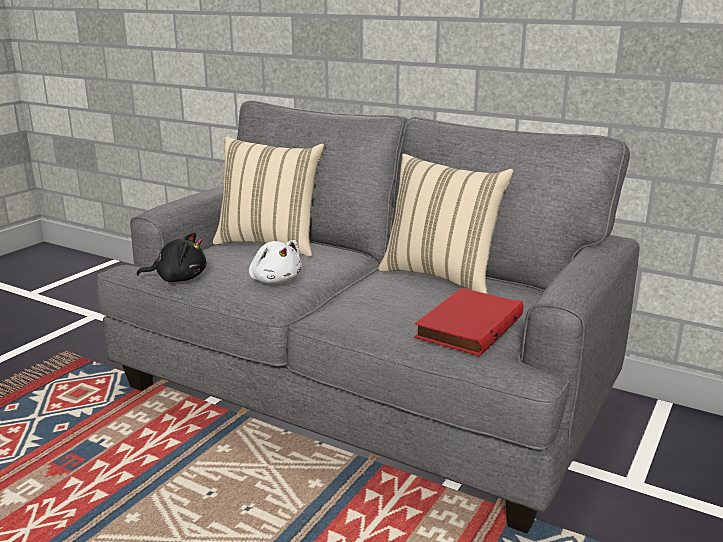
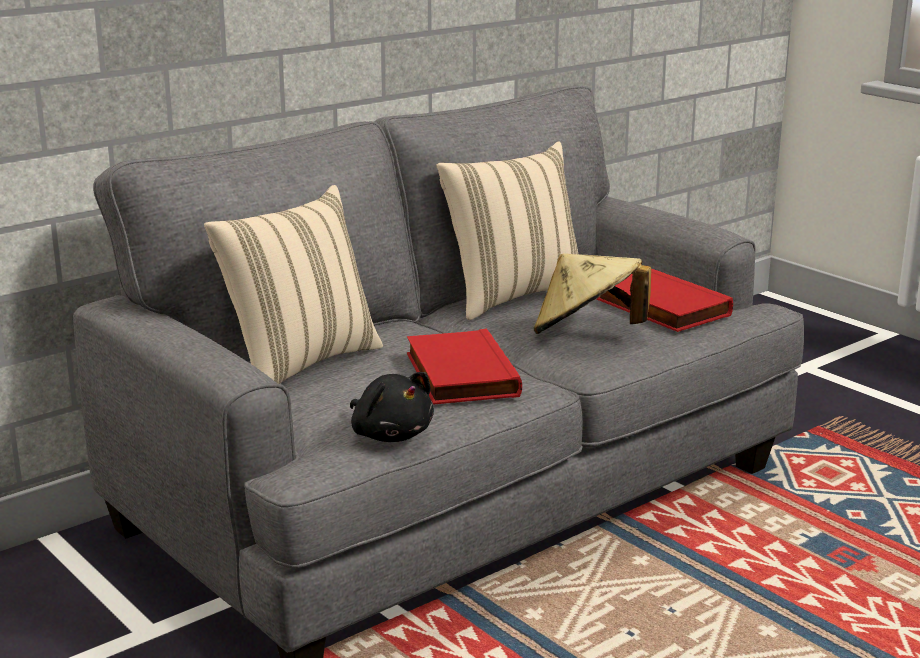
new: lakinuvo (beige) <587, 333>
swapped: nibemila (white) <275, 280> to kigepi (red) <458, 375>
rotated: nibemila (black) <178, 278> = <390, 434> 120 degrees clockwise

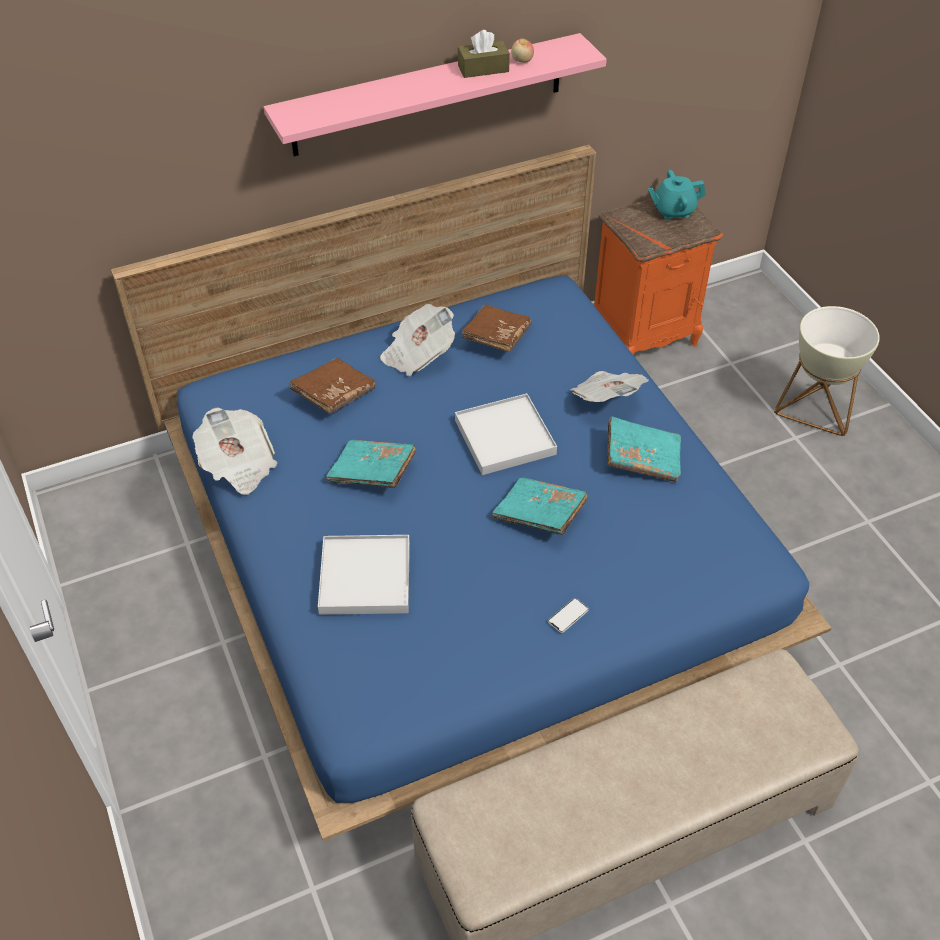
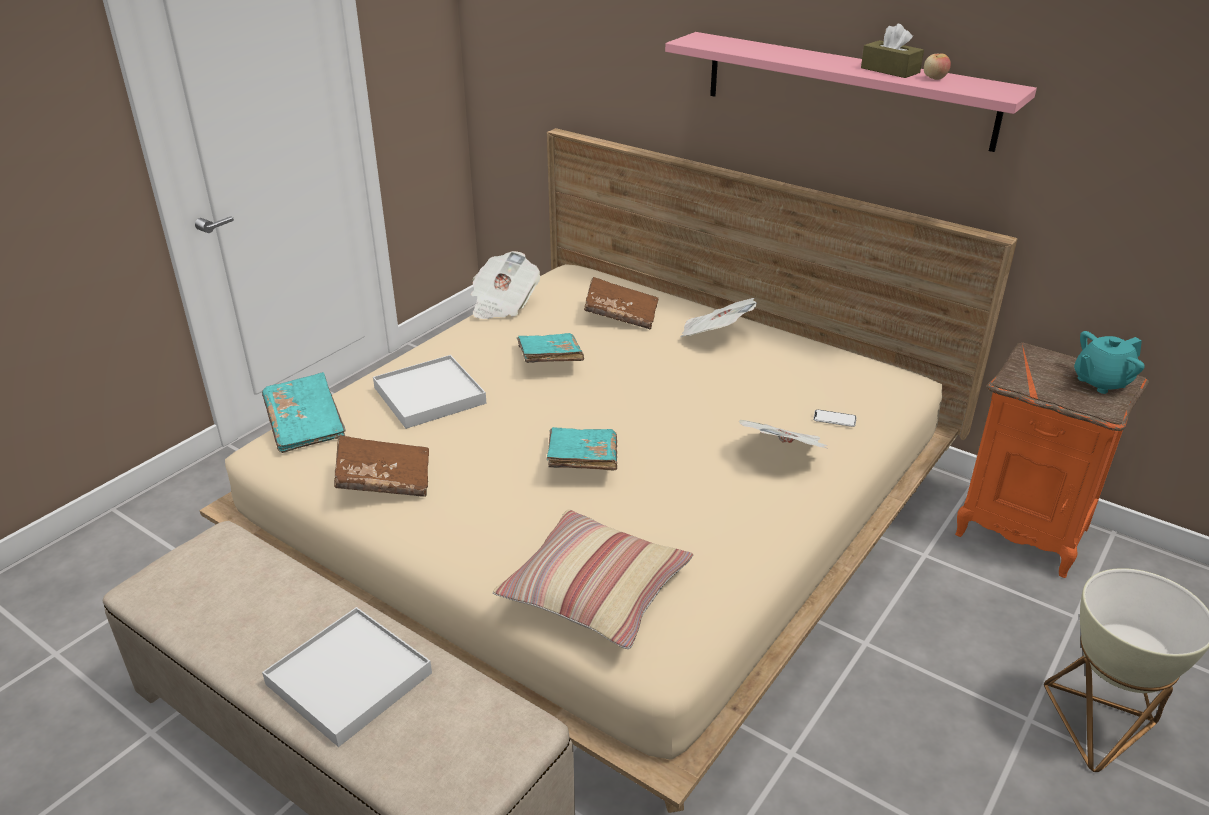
new: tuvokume <595, 590>
shifted: kigepi (brown) <496, 337> to <384, 480>; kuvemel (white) <504, 437> to <348, 679>; kigepi (turquoise) <642, 459> to <306, 425>; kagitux <568, 616> to <834, 419>
repainted: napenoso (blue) <470, 552> to napenoso (beige) <604, 519>
rotated: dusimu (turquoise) <673, 211> = <1100, 382> 75 degrees counterclockwise

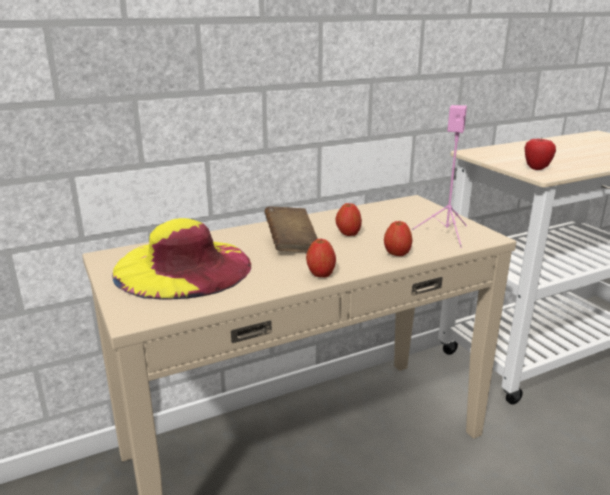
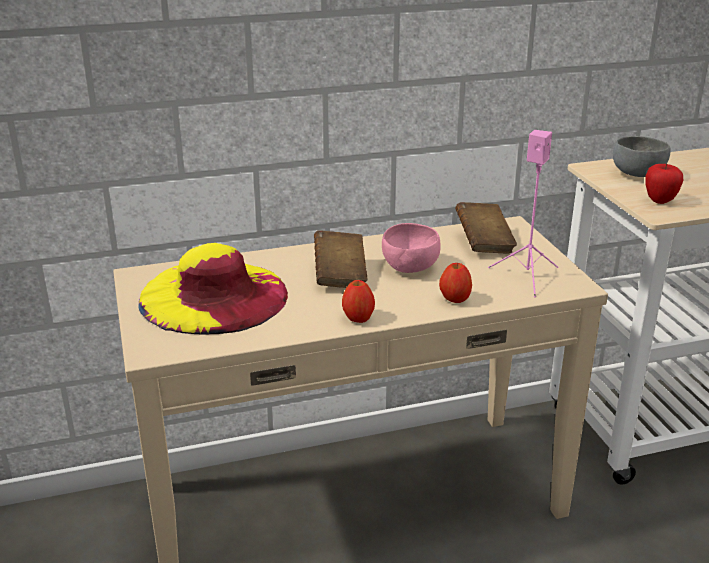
new: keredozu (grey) <637, 174>; kigepi (brown) <484, 243>
swapped: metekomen <348, 234> to keredozu (pink) <410, 267>

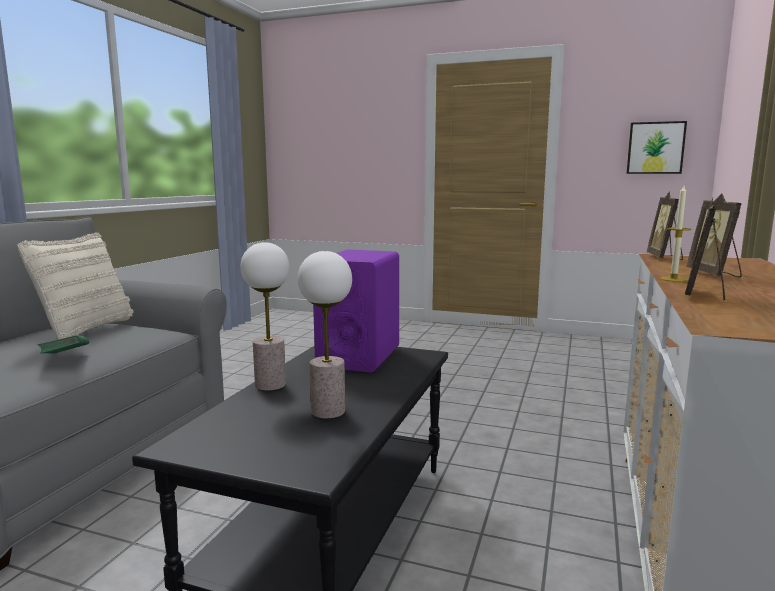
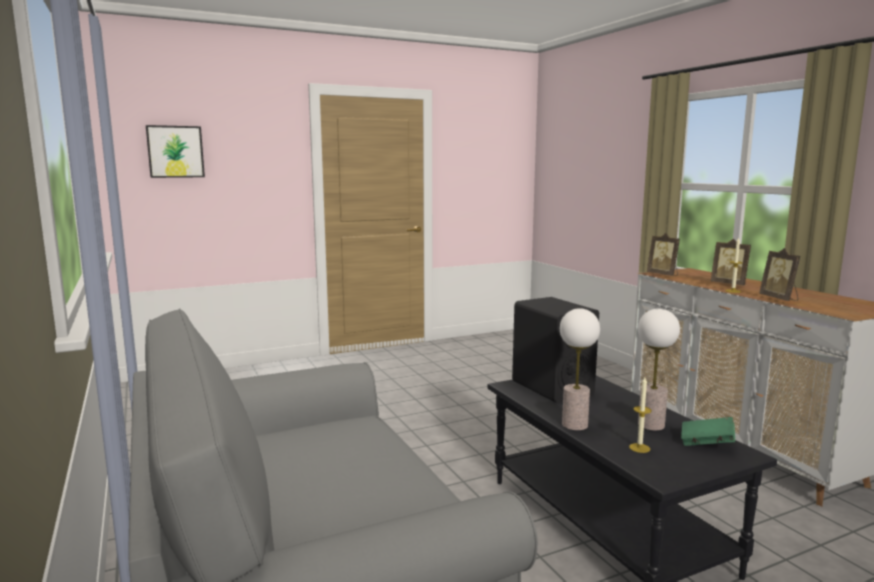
gone: tuvokume (beige) <86, 330>
new: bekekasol <639, 448>
shifted: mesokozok <655, 148> to <175, 151>; kigepi (green) <66, 357> to <706, 443>
repainted: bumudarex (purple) <359, 356> to bumudarex (black) <551, 387>

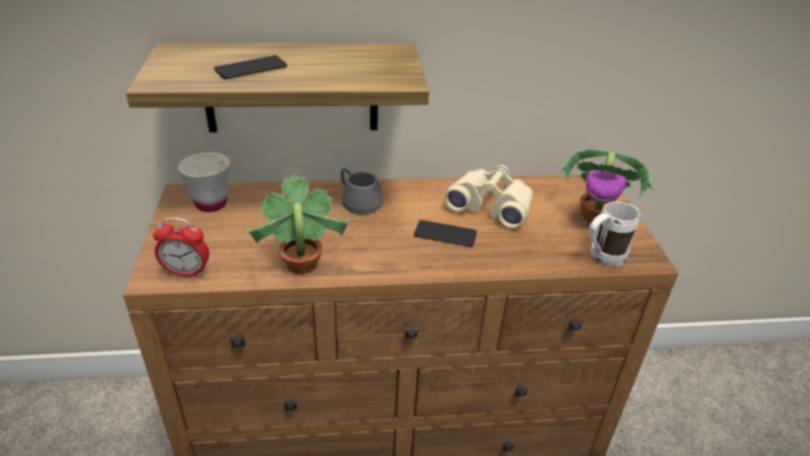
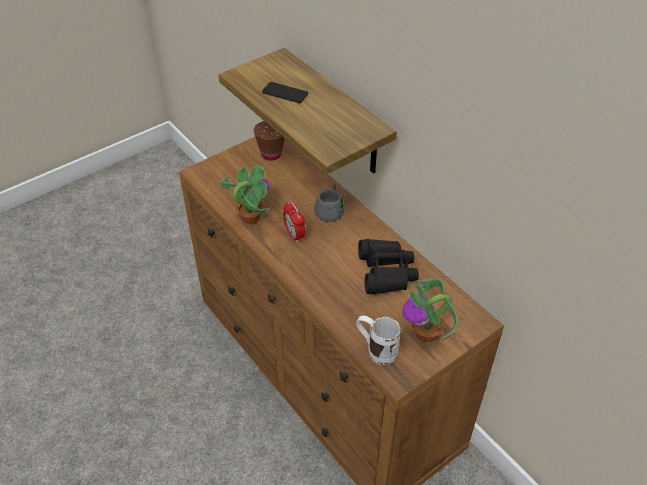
gone: kagitux <445, 234>
shifted: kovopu <187, 272> to <294, 235>
repainted: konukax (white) <211, 203> to konukax (brown) <271, 154>; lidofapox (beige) <491, 206> to lidofapox (black) <386, 272>

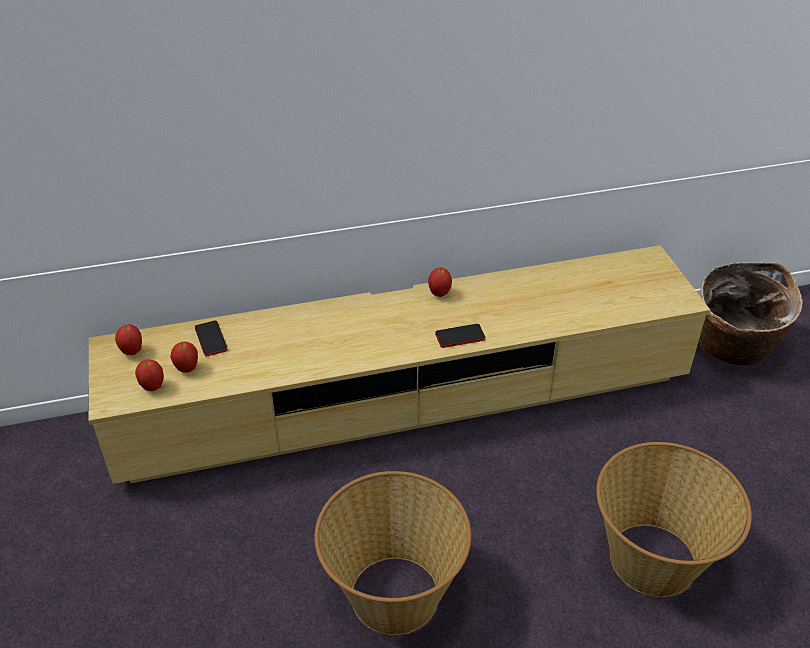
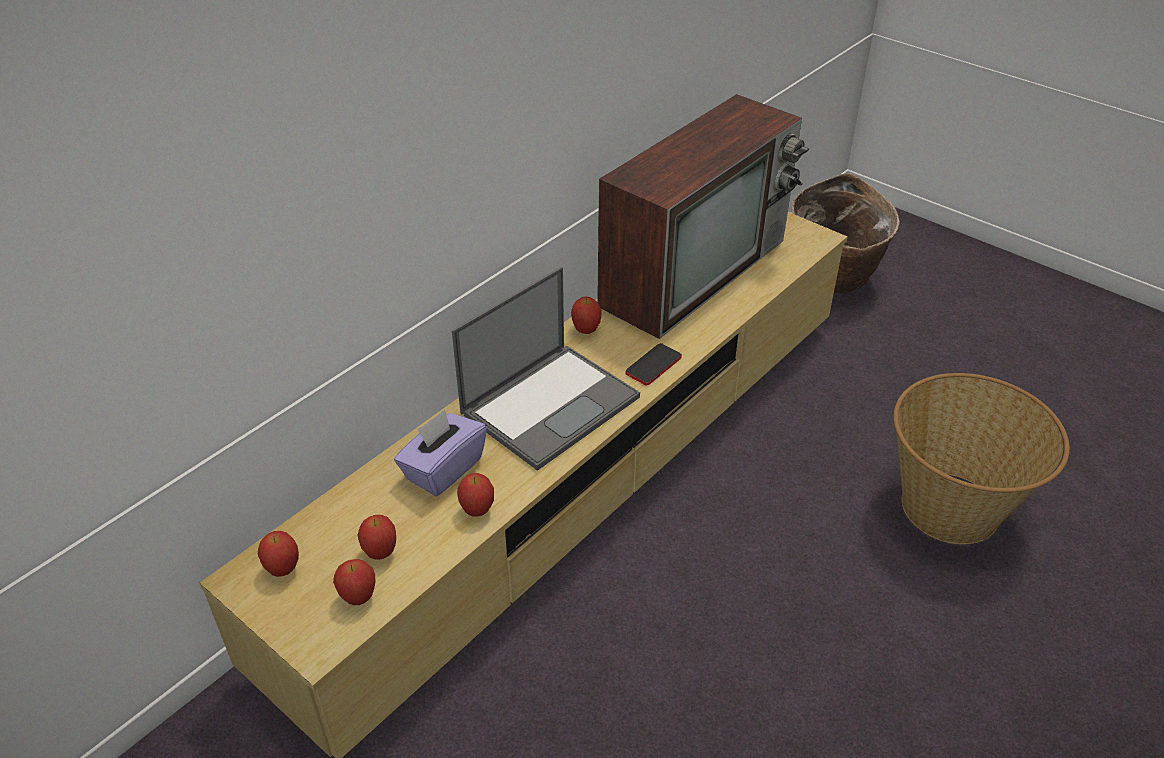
gone: kagitux <211, 339>; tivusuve <393, 593>
new: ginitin <695, 270>; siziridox <551, 403>; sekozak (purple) <443, 469>; metekomen <477, 510>

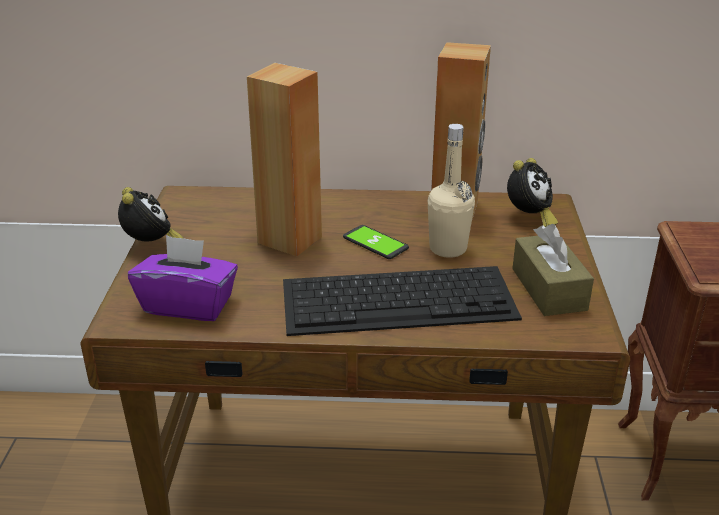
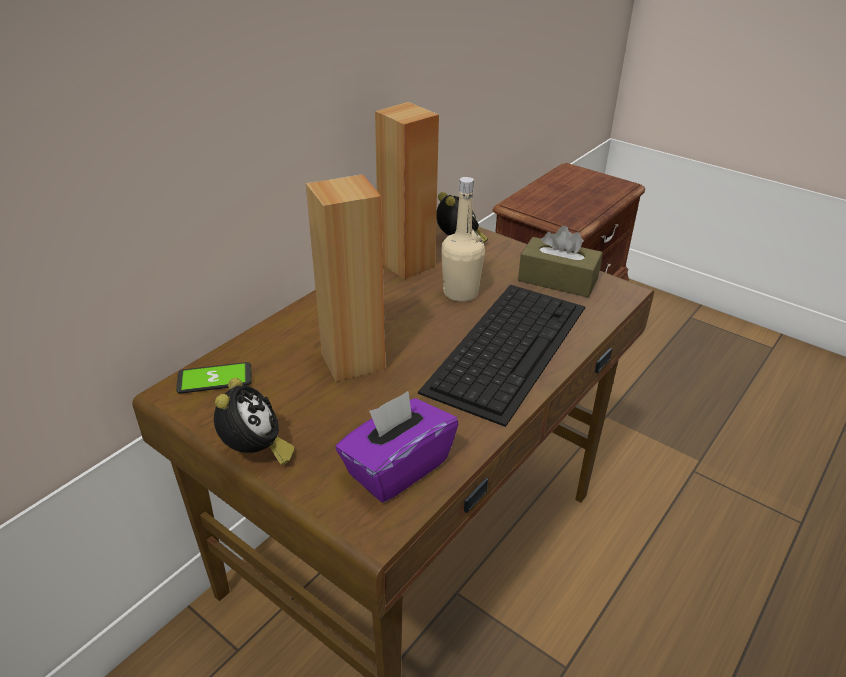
shifted: kagitux <375, 243> to <214, 379>
rotated: kovopu <152, 246> = <255, 452> 75 degrees clockwise

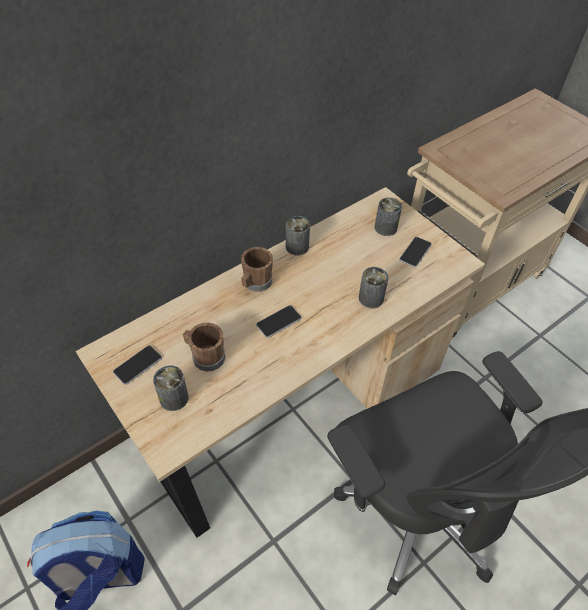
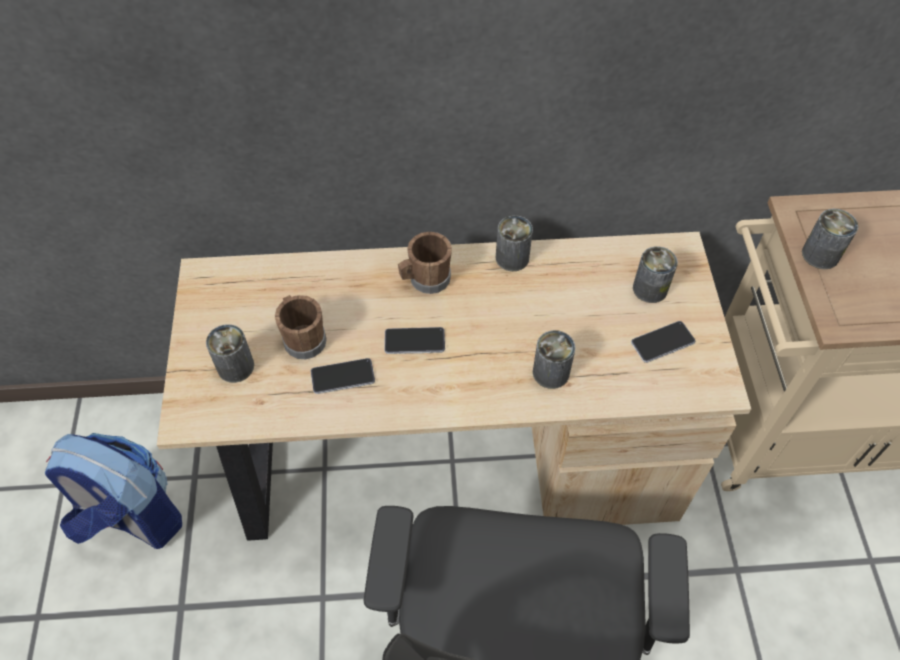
new: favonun <820, 254>
shifted: kagitux <138, 365> to <342, 377>

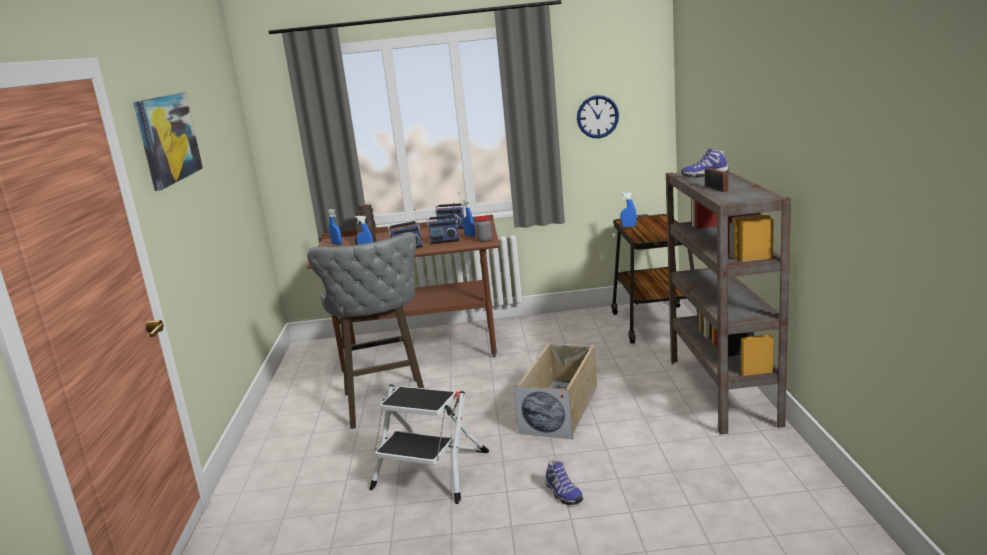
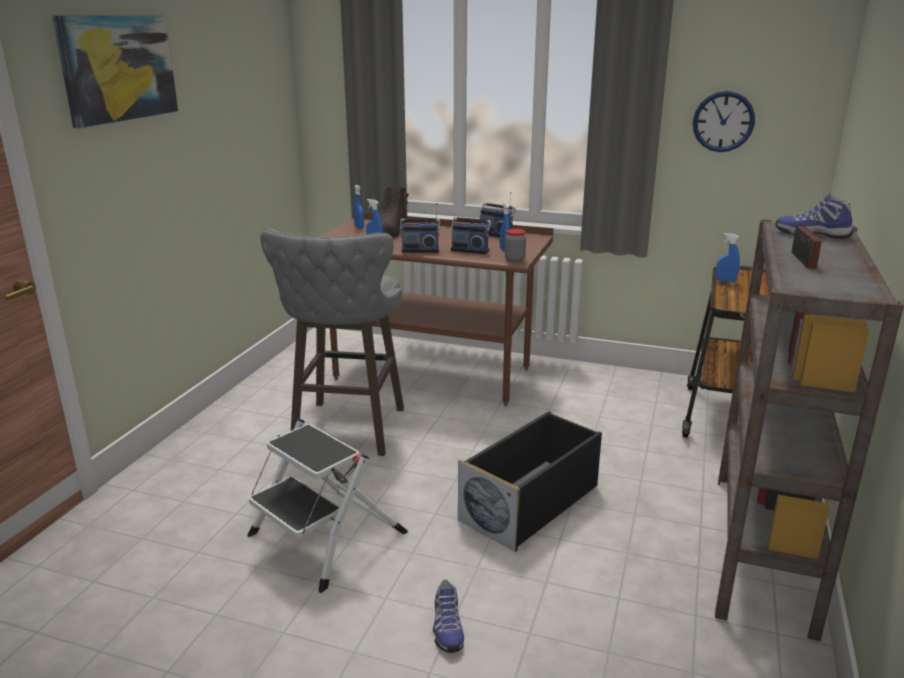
repainted: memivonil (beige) <560, 409> to memivonil (black) <531, 502>

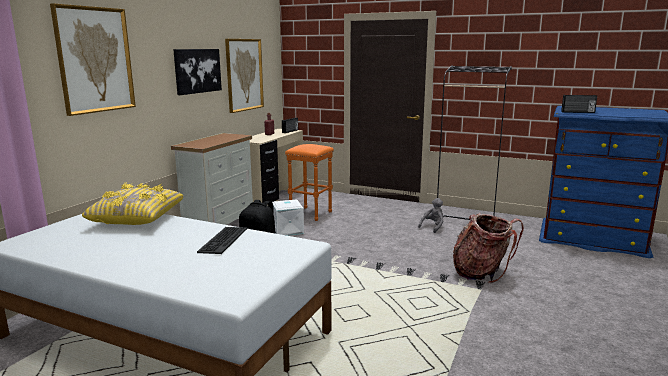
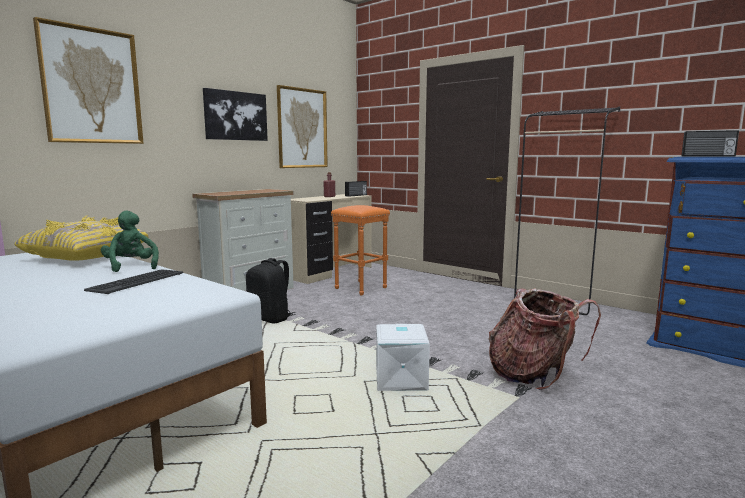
gone: nibemila (grey) <433, 227>
new: nibemila (green) <131, 266>
shifted: memivonil (white) <287, 230> to <399, 380>

